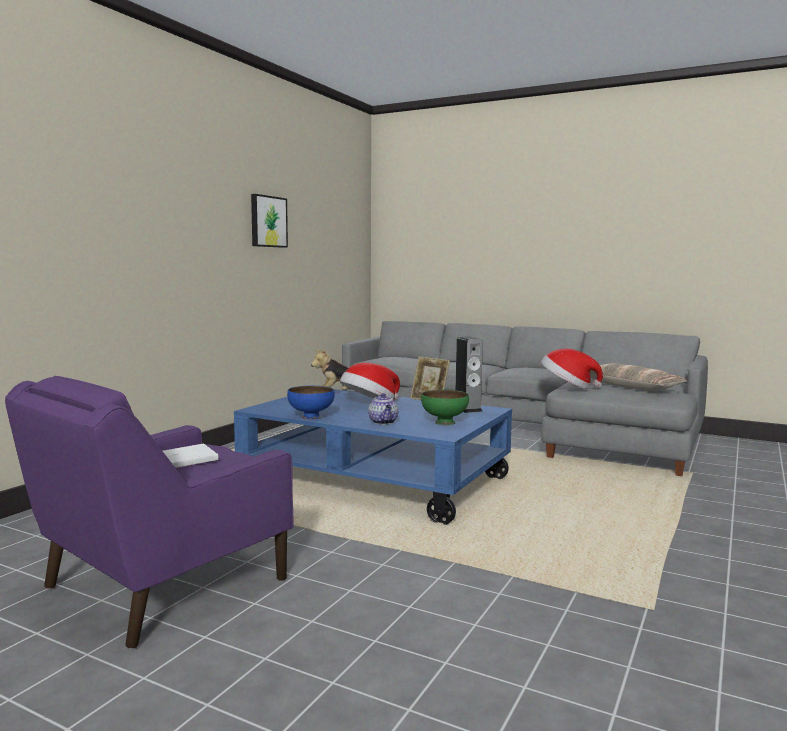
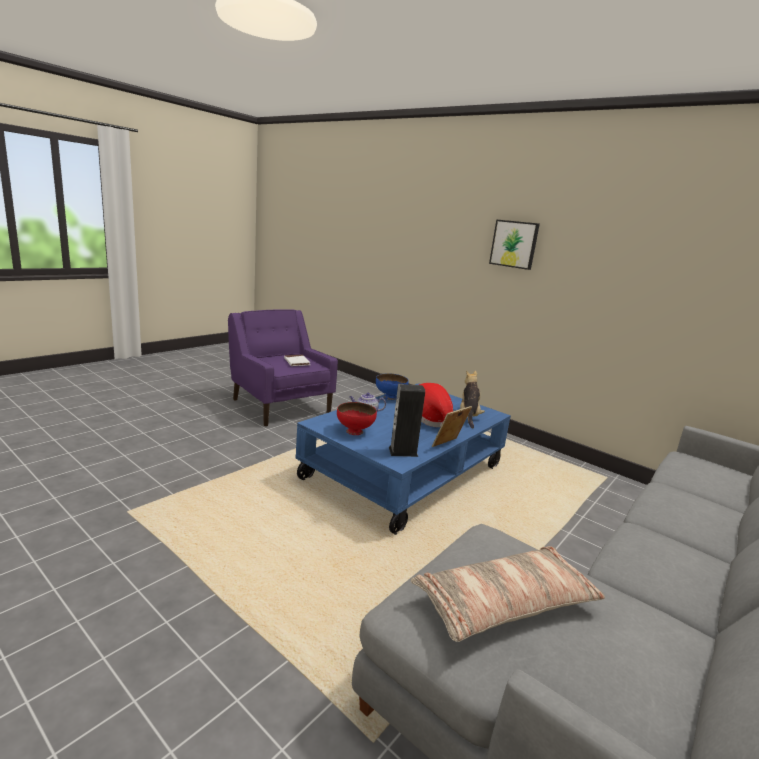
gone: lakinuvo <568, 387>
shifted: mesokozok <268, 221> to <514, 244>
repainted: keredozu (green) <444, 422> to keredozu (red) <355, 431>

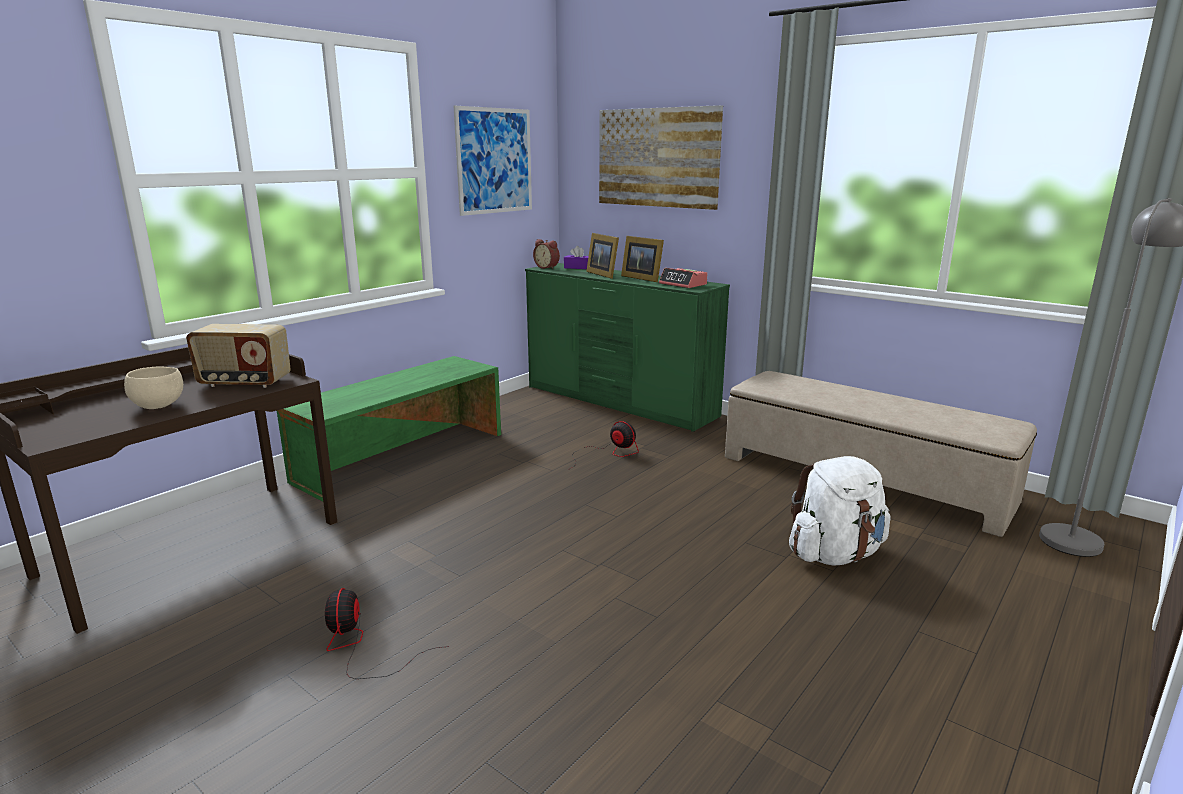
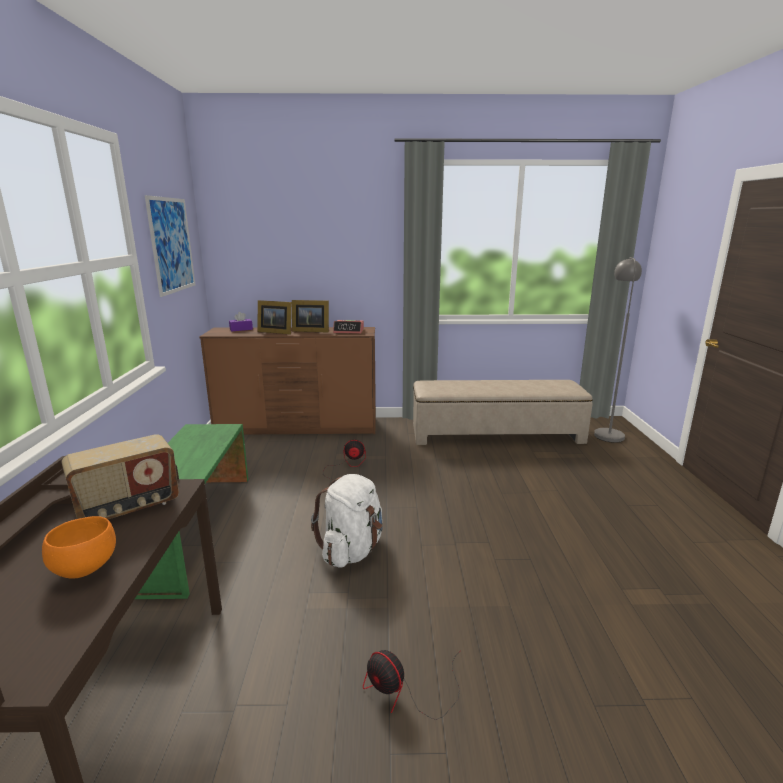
gone: mesokozok <657, 158>; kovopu <547, 267>
shifted: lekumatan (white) <835, 554> to <352, 550>
repainted: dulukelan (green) <619, 402> to dulukelan (brown) <297, 427>; keredozu (beige) <159, 406> to keredozu (orange) <85, 568>

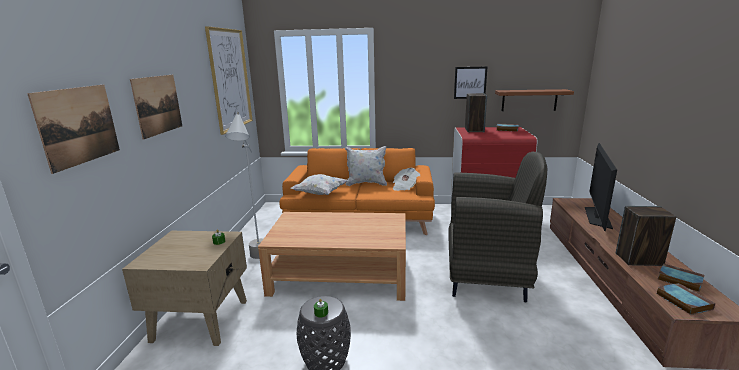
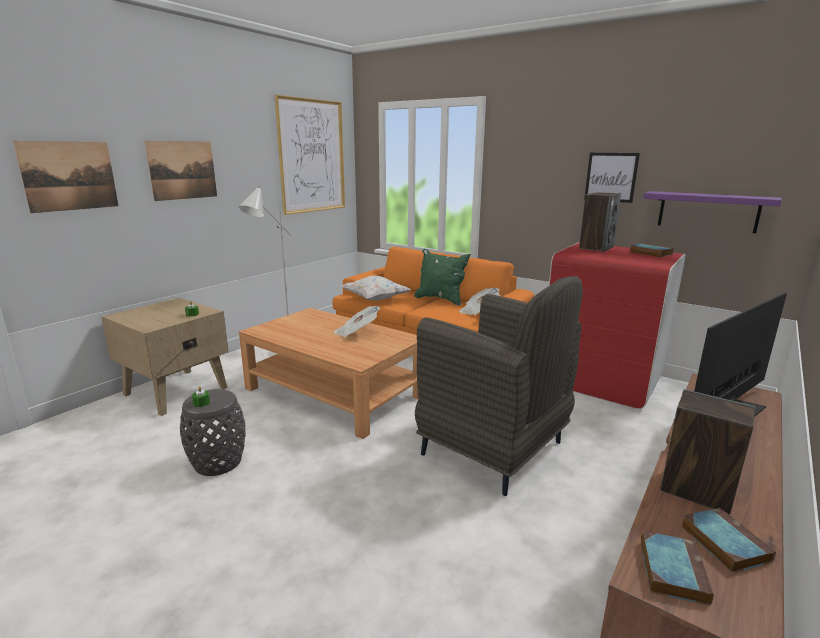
new: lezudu <356, 333>
repainted: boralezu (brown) <529, 100> to boralezu (purple) <708, 211>; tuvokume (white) <366, 183> to tuvokume (green) <440, 299>

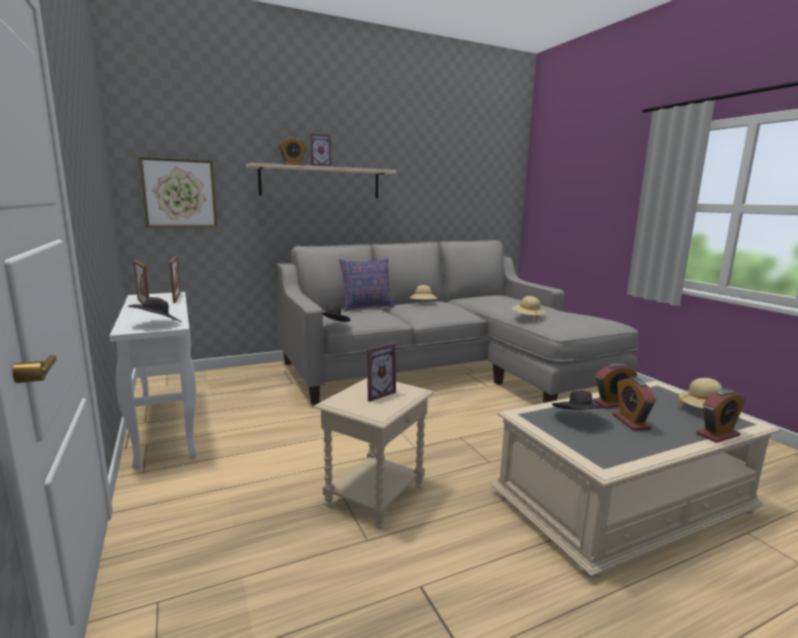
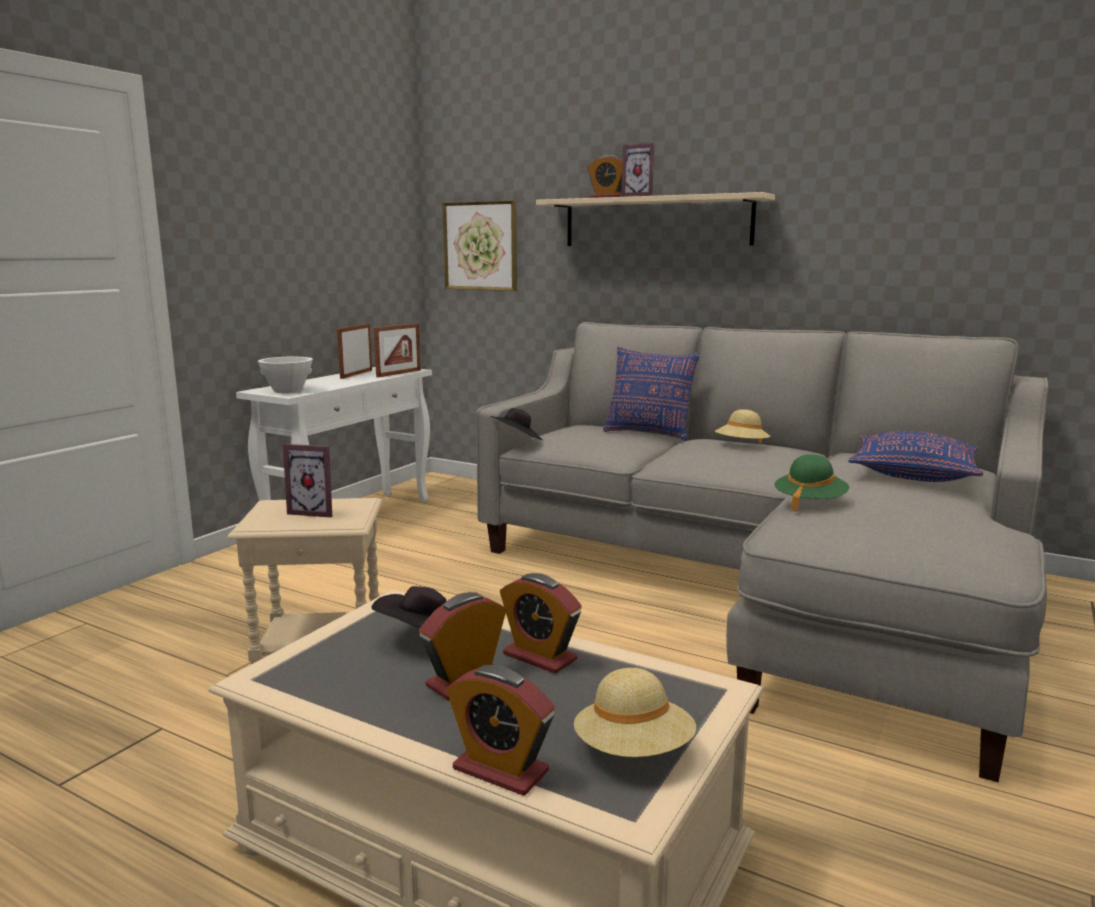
new: tuvokume (blue) <913, 475>
swapped: lakinuvo (black) <157, 324> to keredozu (white) <288, 391>
repainted: lakinuvo (beige) <527, 318> to lakinuvo (green) <809, 503>

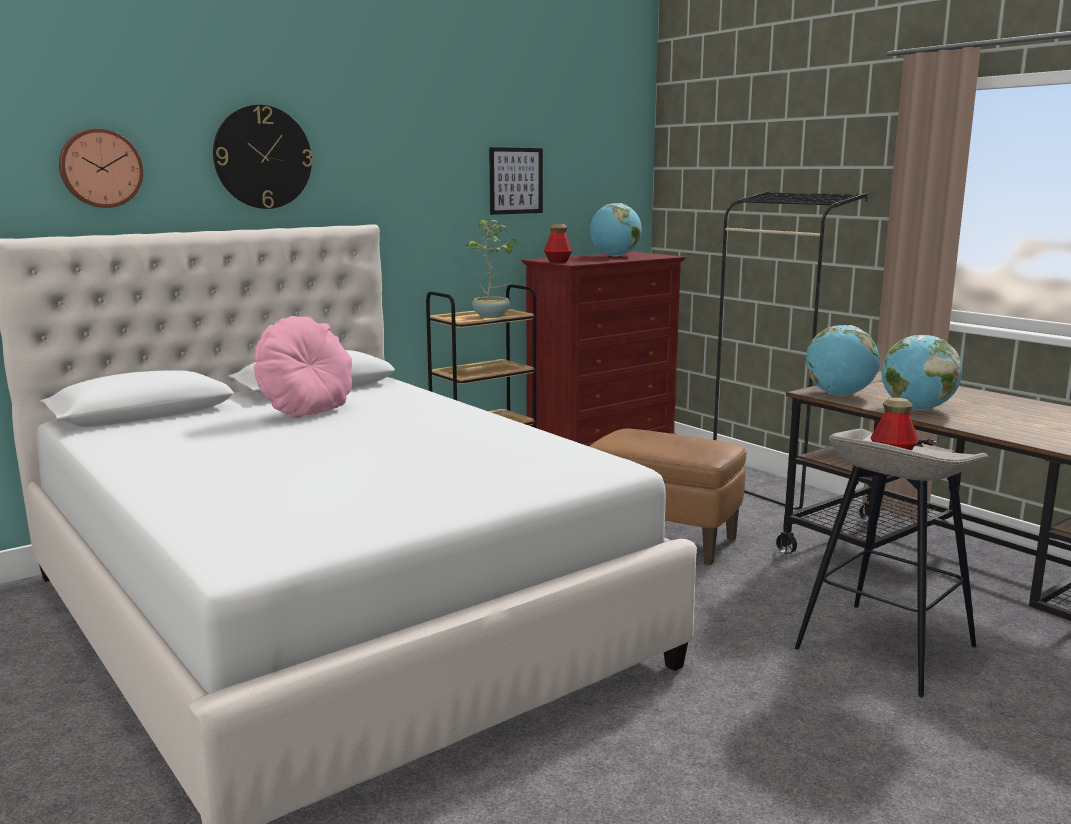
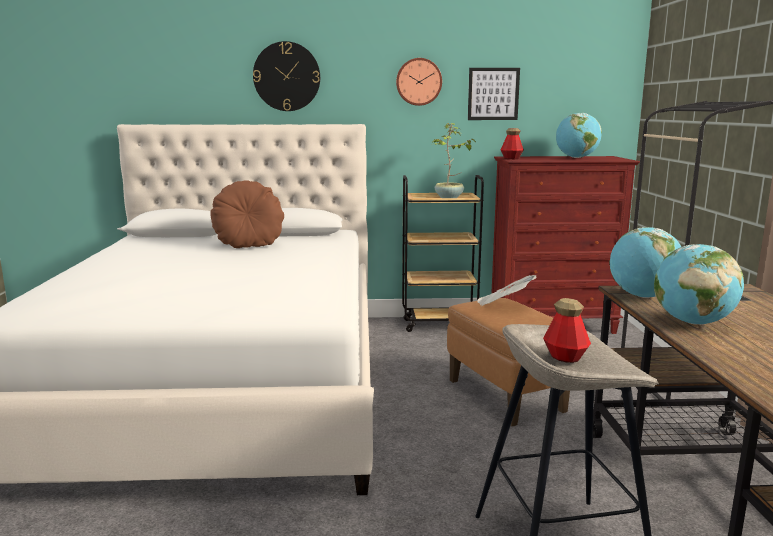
new: lezudu <503, 305>
shifted: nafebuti <100, 168> to <418, 82>
repainted: tuvokume (pink) <307, 413> to tuvokume (brown) <249, 246>

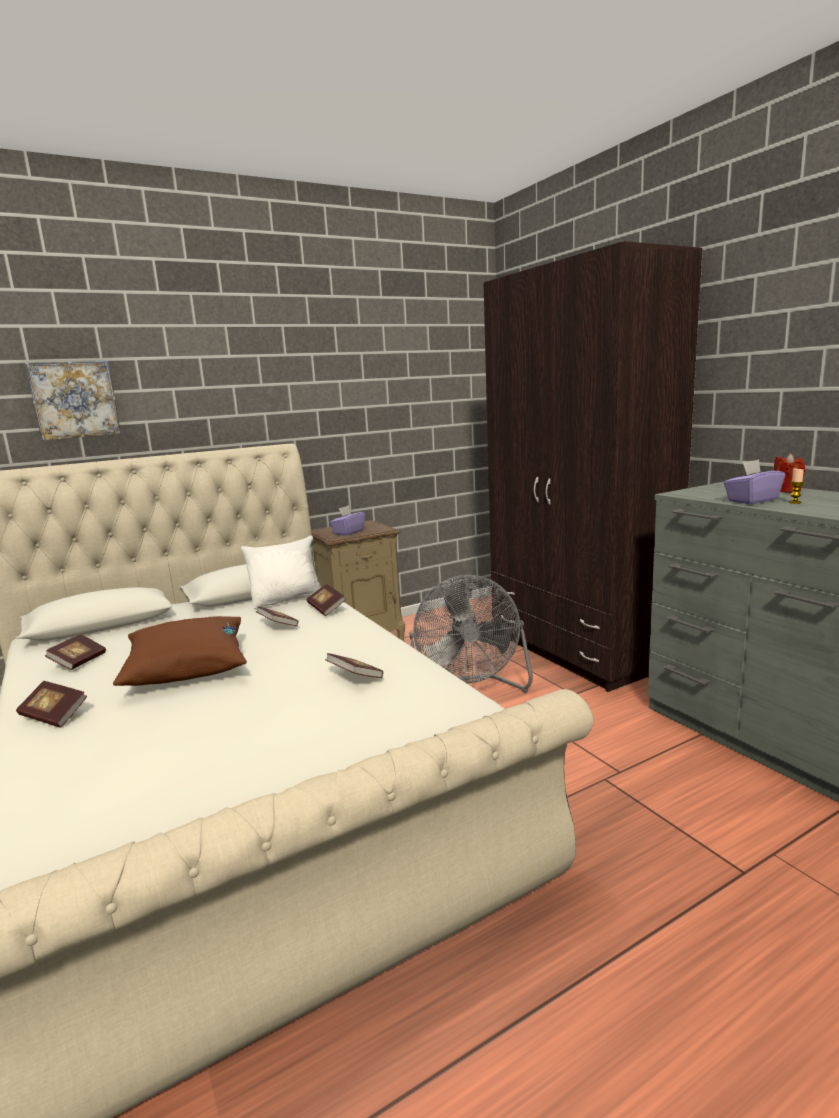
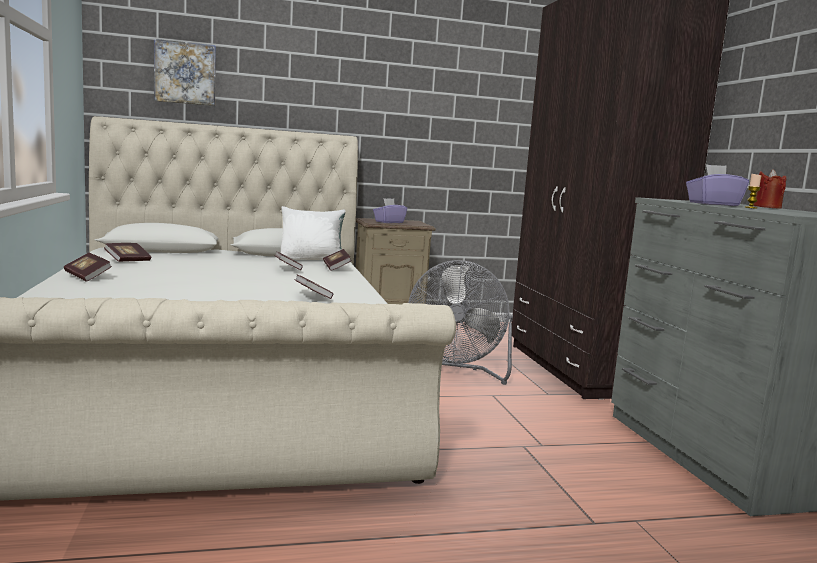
gone: tuvokume (brown) <187, 669>

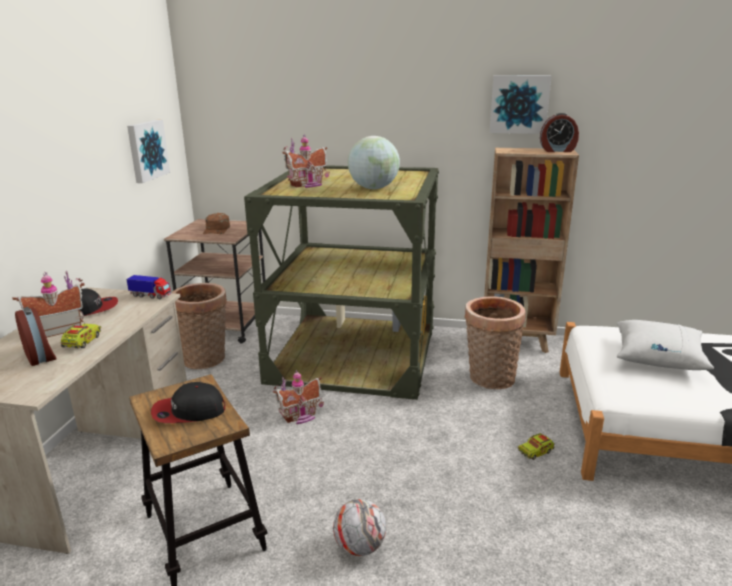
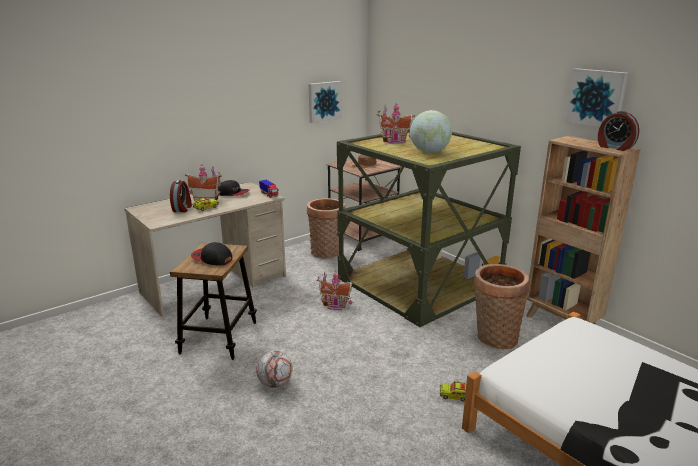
gone: tuvokume (grey) <657, 358>

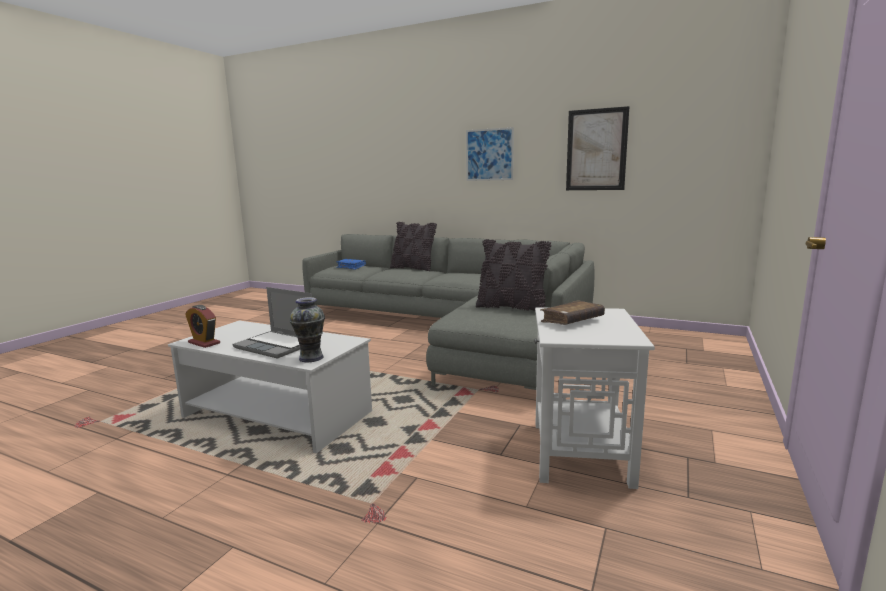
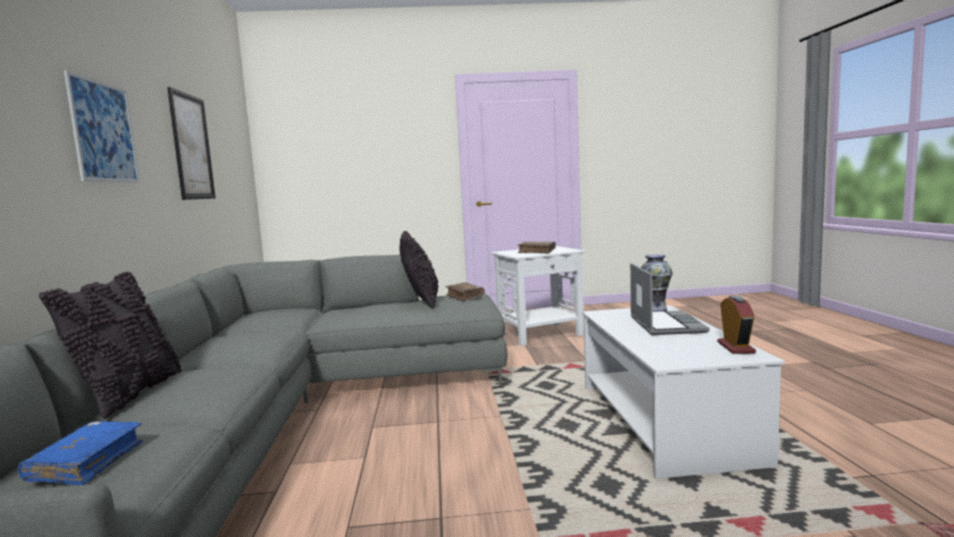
new: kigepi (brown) <465, 296>

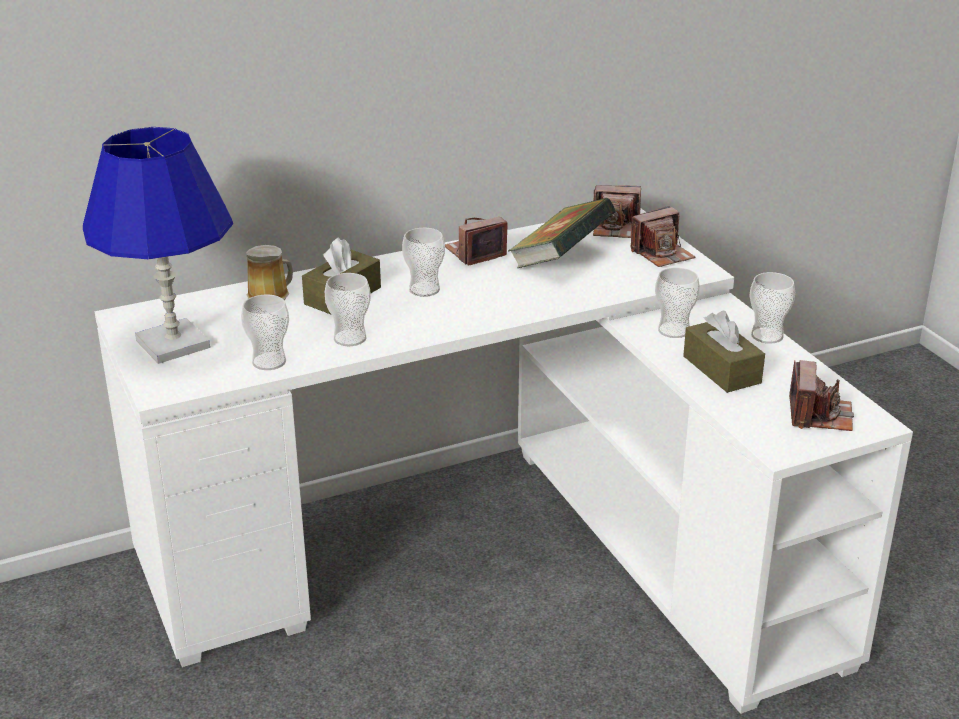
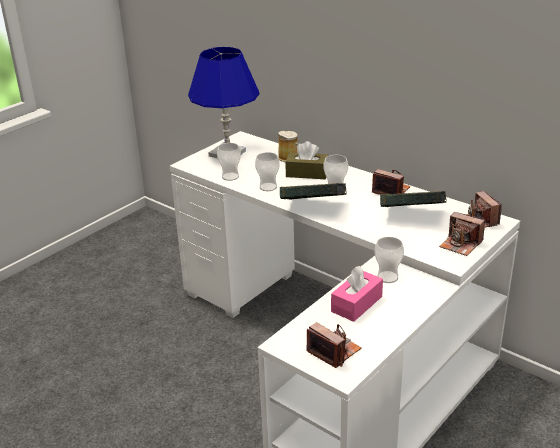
gone: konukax <767, 336>
new: kigepi <313, 208>
repainted: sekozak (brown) <721, 369> to sekozak (pink) <356, 304>
rotated: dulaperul <819, 415> = <334, 351> 120 degrees counterclockwise

